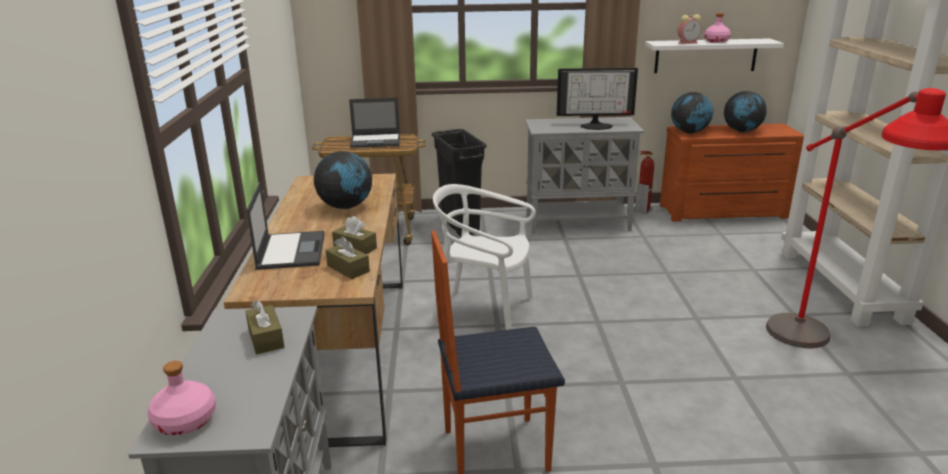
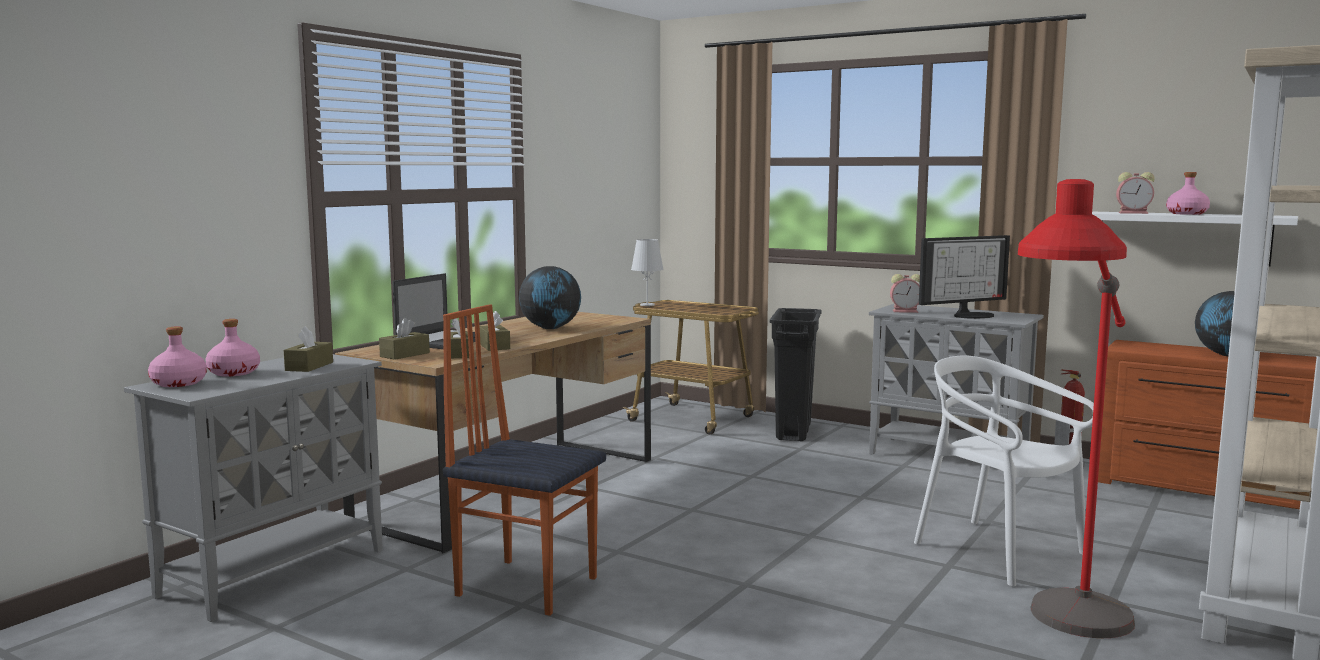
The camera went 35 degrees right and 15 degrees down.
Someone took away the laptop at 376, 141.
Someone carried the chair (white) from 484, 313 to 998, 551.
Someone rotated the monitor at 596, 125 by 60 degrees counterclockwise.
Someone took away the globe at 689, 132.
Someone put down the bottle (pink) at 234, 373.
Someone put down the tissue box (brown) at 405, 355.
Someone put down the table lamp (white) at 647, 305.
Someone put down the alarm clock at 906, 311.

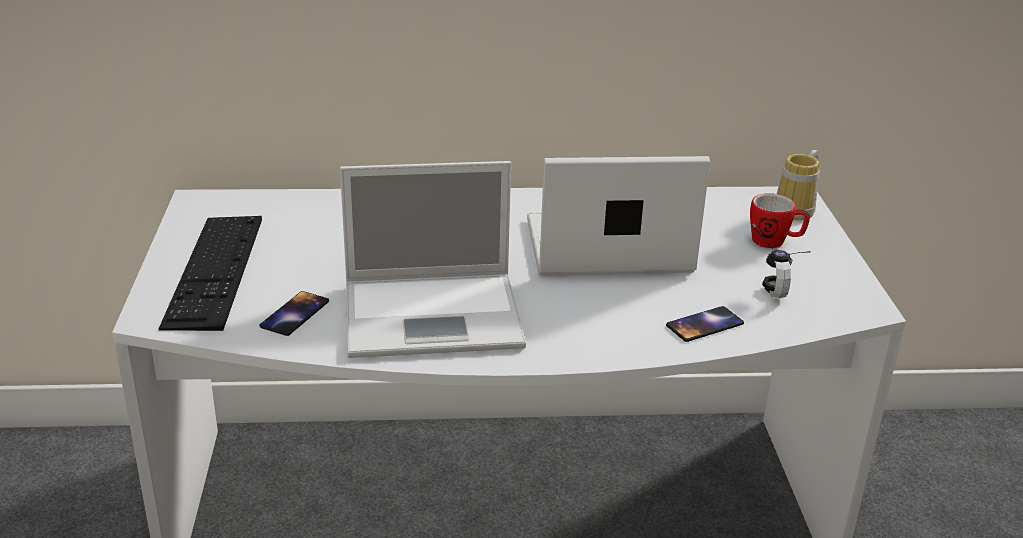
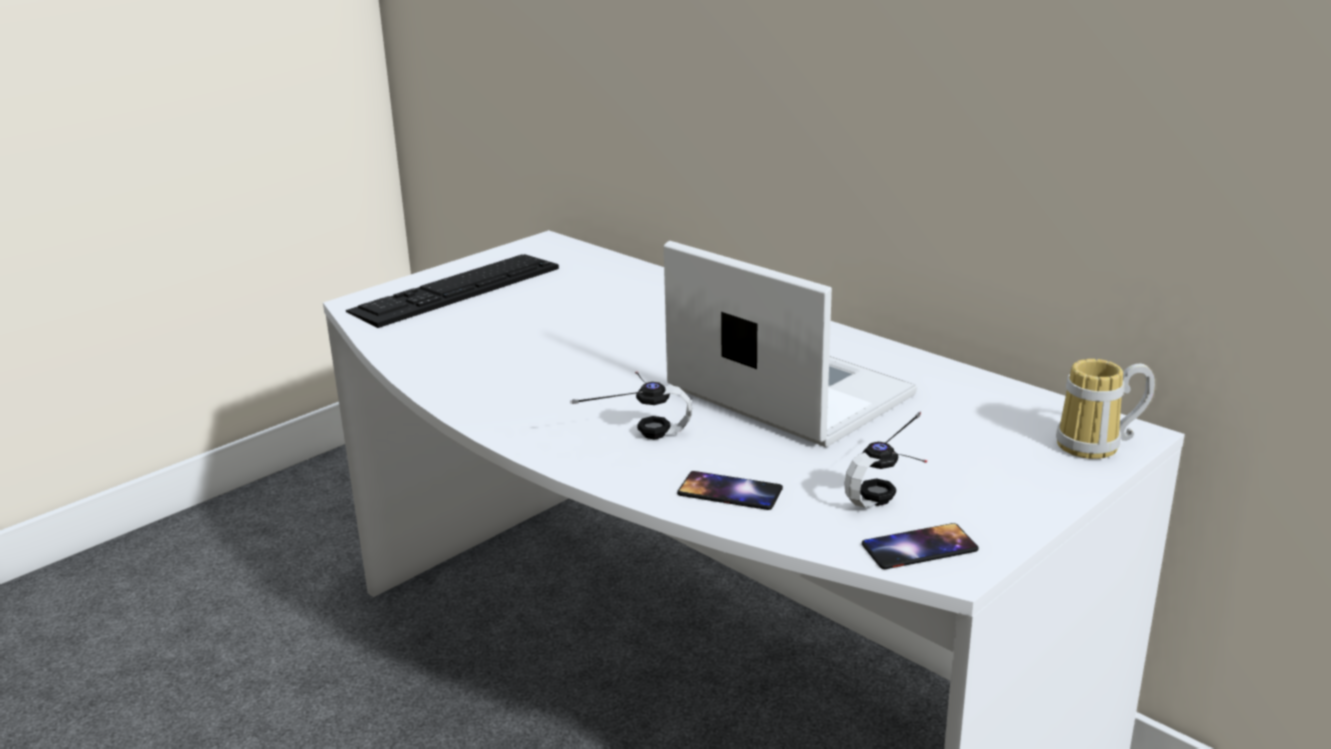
The camera went 50 degrees right and 5 degrees down.
Someone carried the phone from 294, 314 to 919, 547.
Someone took away the laptop at 436, 314.
Someone took away the mug at 775, 242.
Someone put down the headphones at 632, 431.

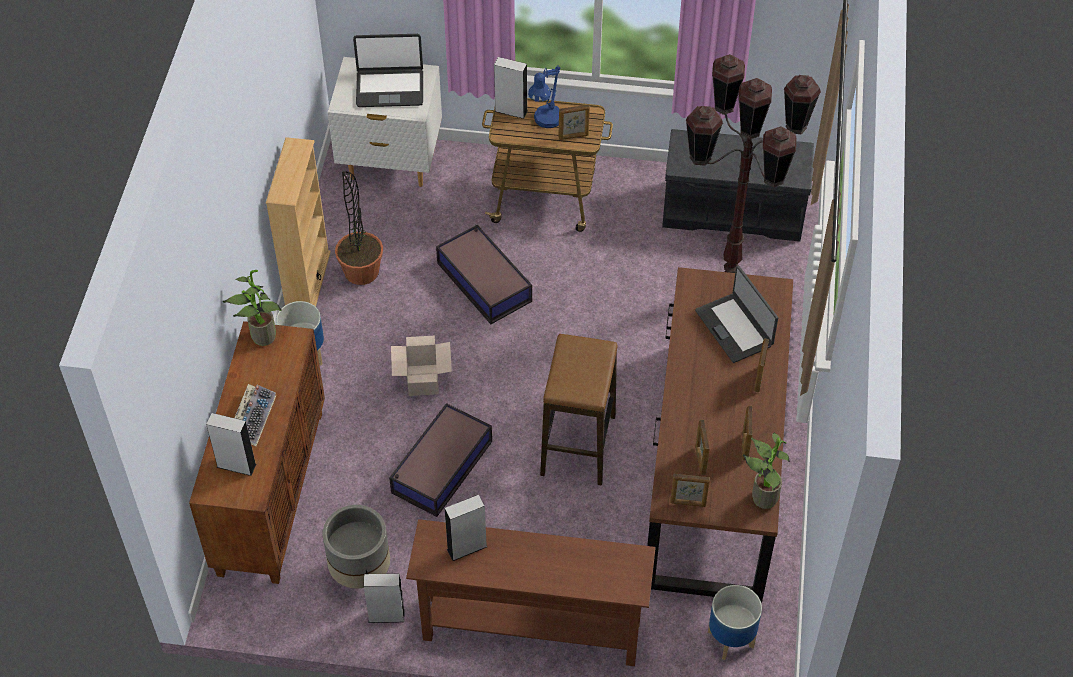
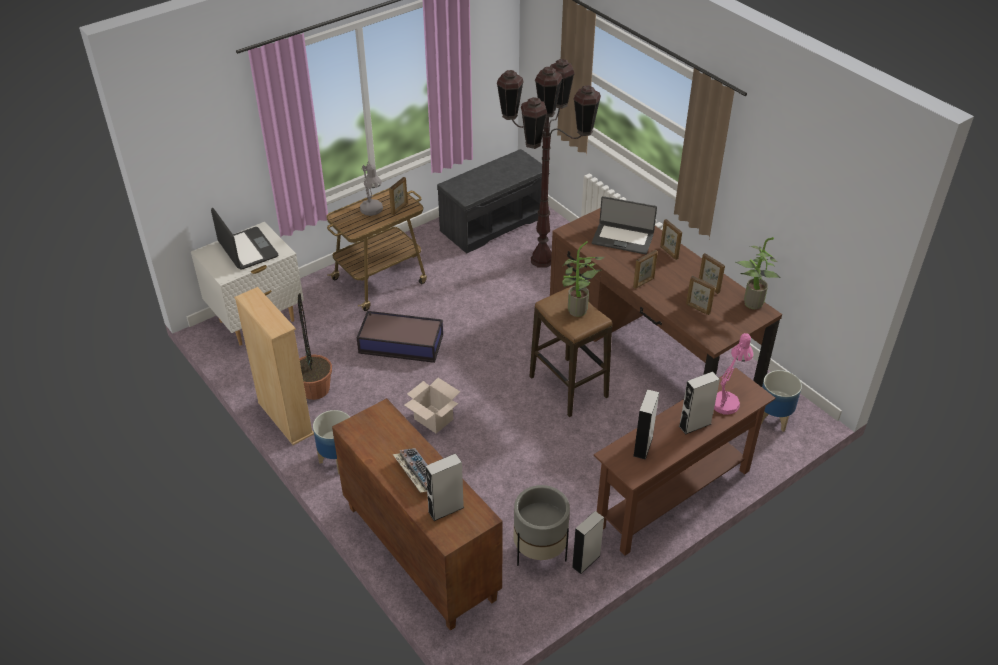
The camera went 45 degrees left and 10 degrees down.
Someone carried the potted plant from 260, 338 to 577, 312.
Someone rotated the laptop at 390, 88 by 75 degrees counterclockwise.
Someone took away the storage box at 440, 468.
Someone carried the speaker (grey) from 511, 111 to 695, 425.
Someone repainted the table lamp (blue) at 545, 122, which became the table lamp (grey) at 372, 211.
Someone carried the picture frame from 688, 503 to 644, 283.
Someone put down the table lamp (pink) at 727, 400.

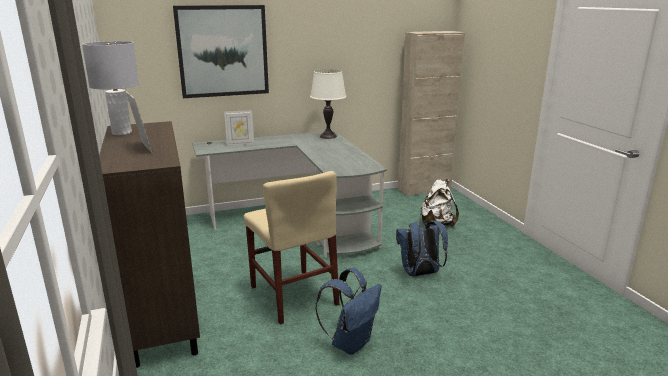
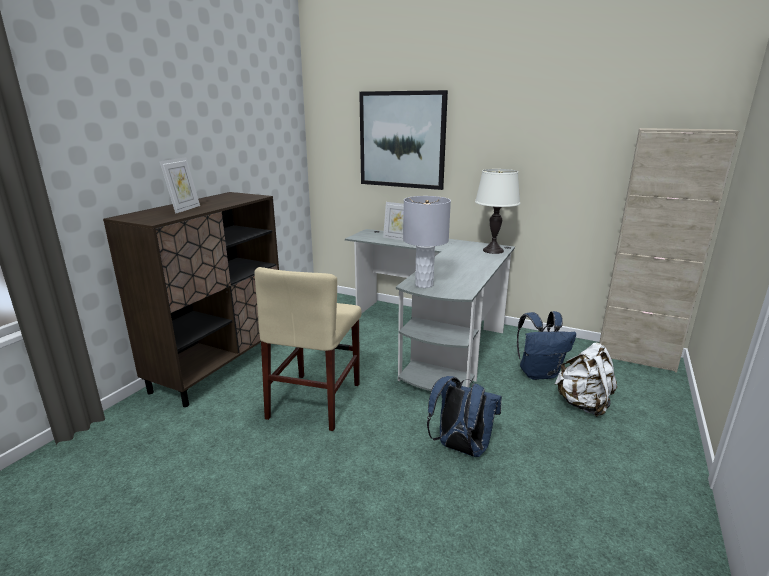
The camera went 45 degrees right and 0 degrees up.
Someone carried the table lamp (grey) from 122, 133 to 424, 285.
Someone carried the backpack (blue) from 351, 342 to 539, 373.

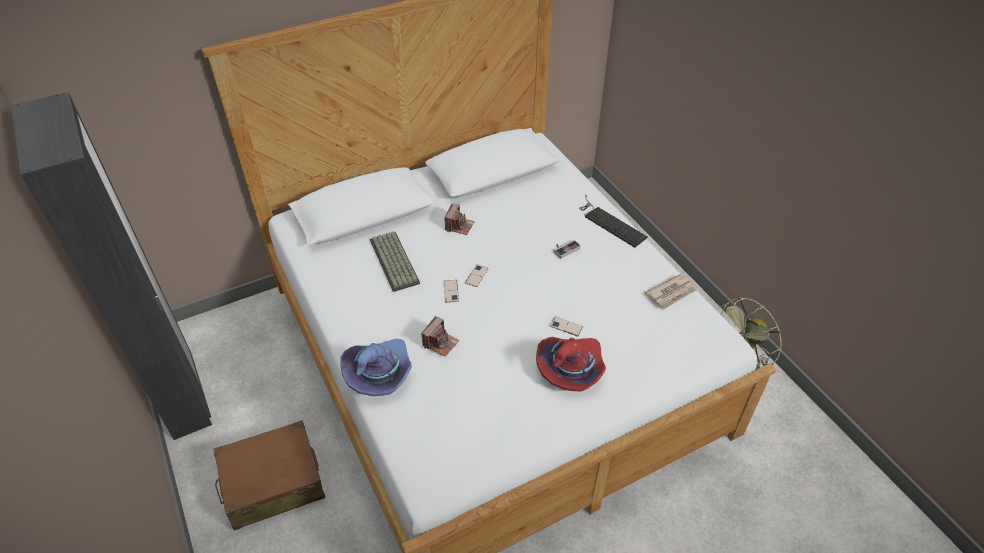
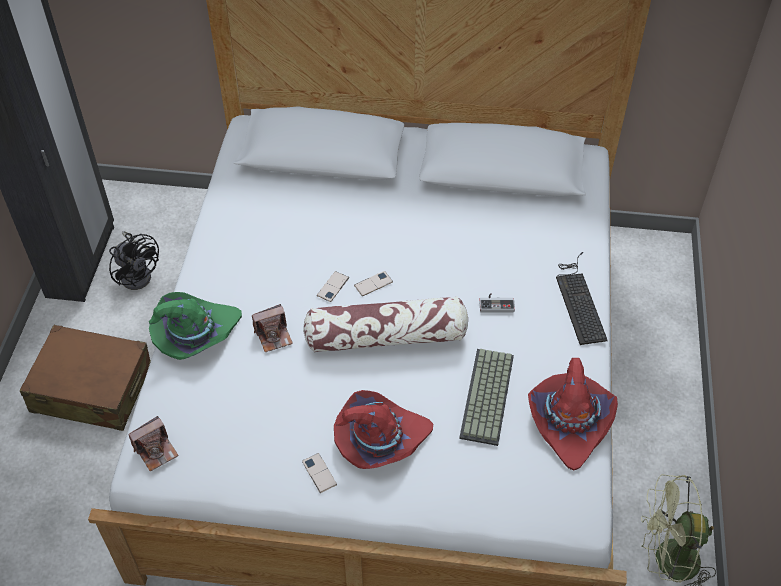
The camera went 35 degrees right and 5 degrees up.
Someone repainted the hat (purple) at 380, 373, which became the hat (green) at 194, 334.
Someone carried the keyboard from 396, 261 to 488, 398.
Someone carried the photo camera from 459, 226 to 156, 450.
Someone carried the phone from 566, 326 to 319, 473.
Someone swapped the newspaper at 671, 293 for the hat (red) at 570, 422.
Someone put down the fan (black) at 138, 273.
Someone put down the pillow at 386, 336.

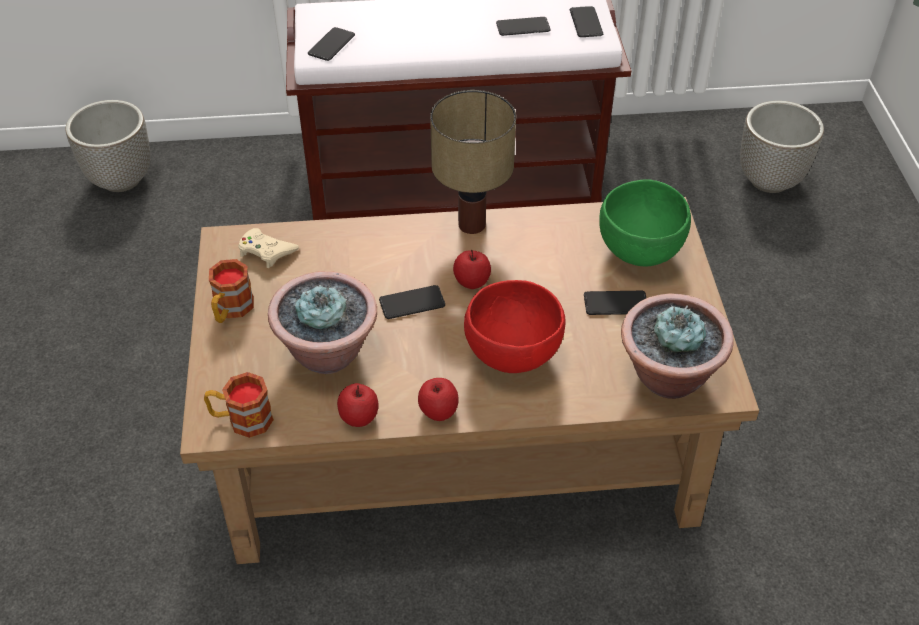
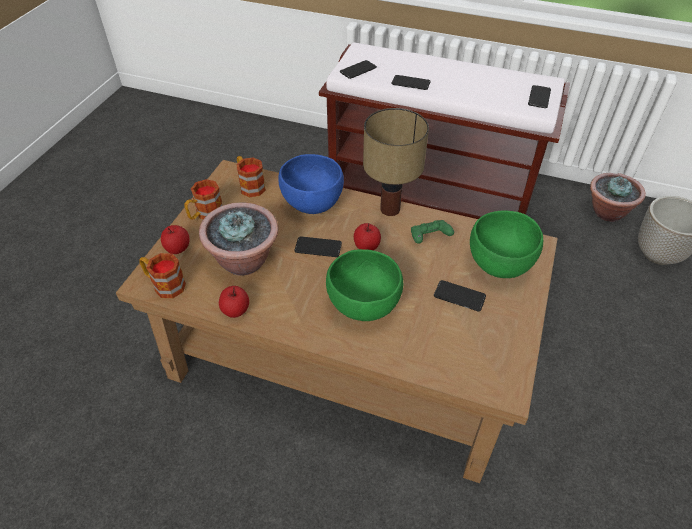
The camera went 25 degrees right and 0 degrees up.
Someone took away the planter at 122, 179.
Someone swapped the game controller (beige) at 266, 251 for the mug at 250, 185.
Someone carried the apple from 438, 411 to 177, 248.
Someone repainted the bowl (red) at 514, 355, which became the bowl (green) at 364, 306.
Someone carried the phone from 523, 27 to 410, 83.
Someone carried the potted plant from 667, 376 to 607, 212.
Someone put down the bowl (blue) at 313, 204.
Someone put down the game controller (green) at 429, 238.

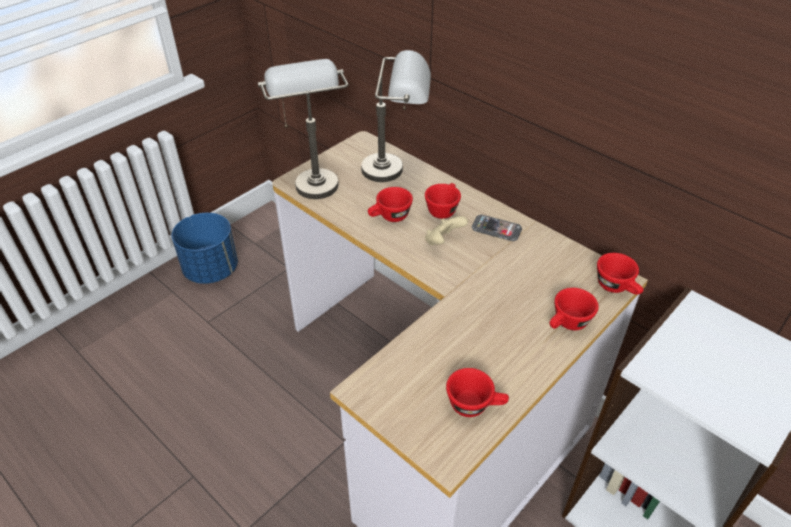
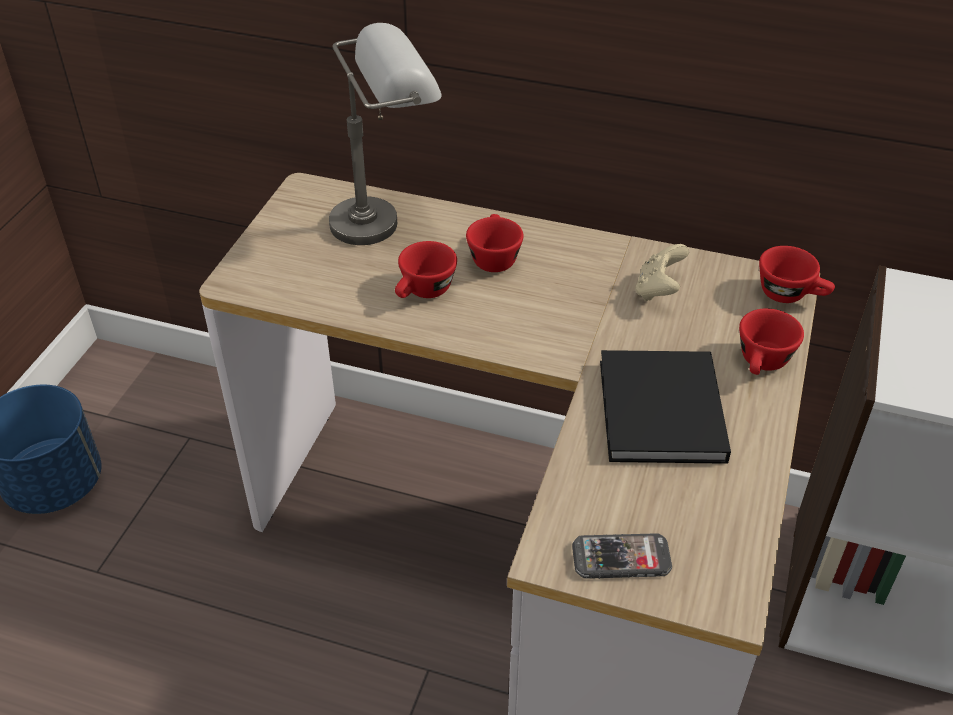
The camera went 25 degrees left and 0 degrees up.
Someone took away the table lamp (grey) at 312, 177.
Someone carried the game controller (beige) from 443, 241 to 658, 290.
Someone took away the cup (red) at 475, 405.
Someone carried the phone from 496, 229 to 621, 558.
Someone put down the book (black) at 661, 414.

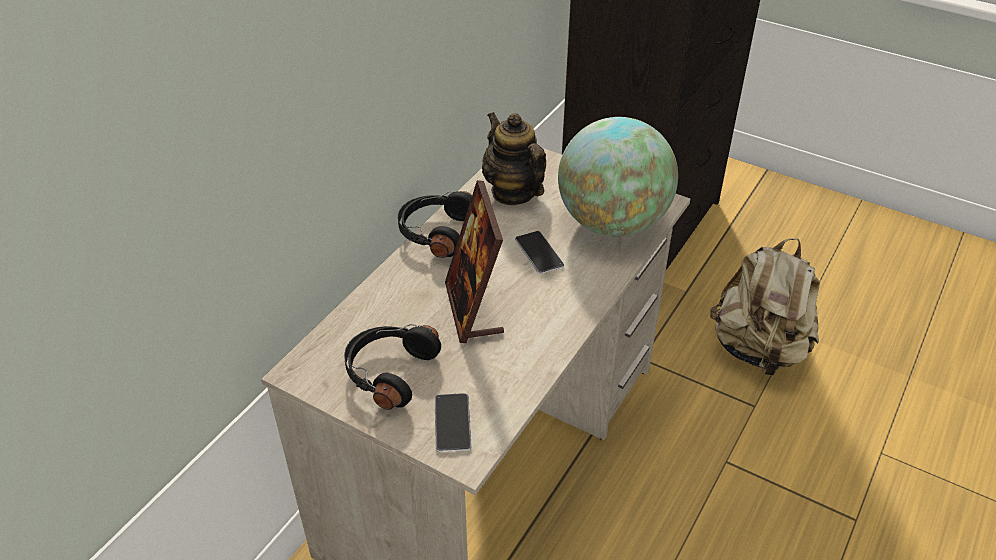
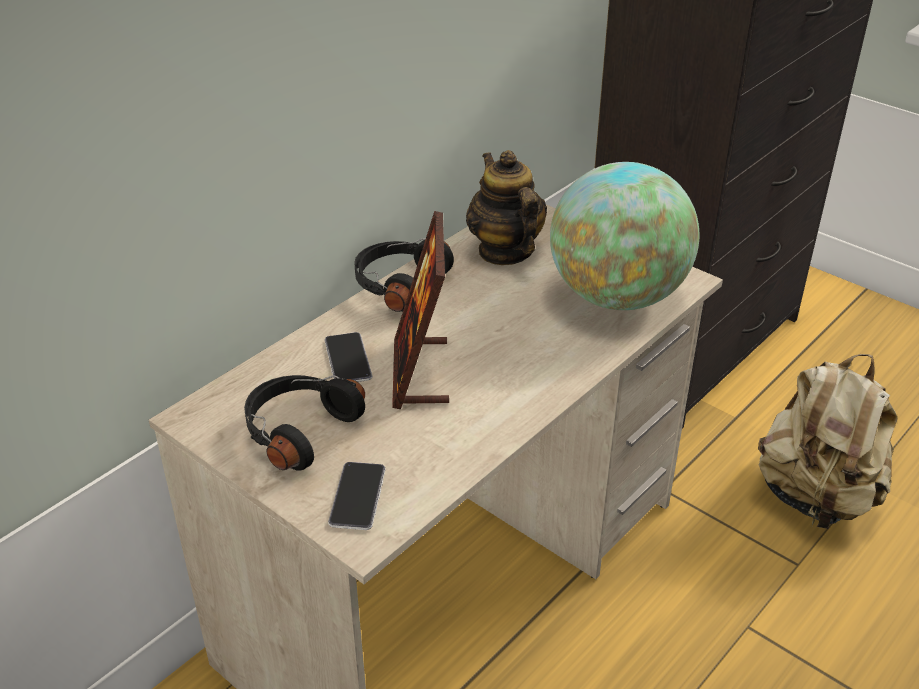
The camera went 10 degrees right and 5 degrees down.
Someone carried the phone from 538, 253 to 347, 359.

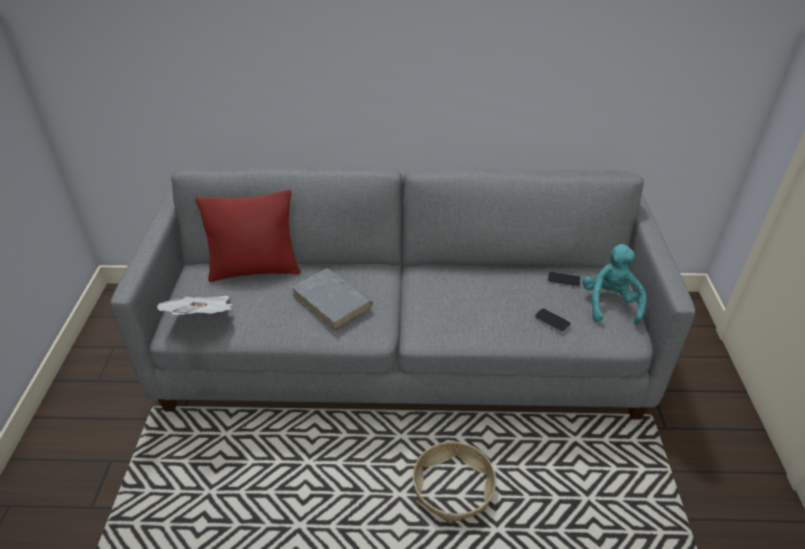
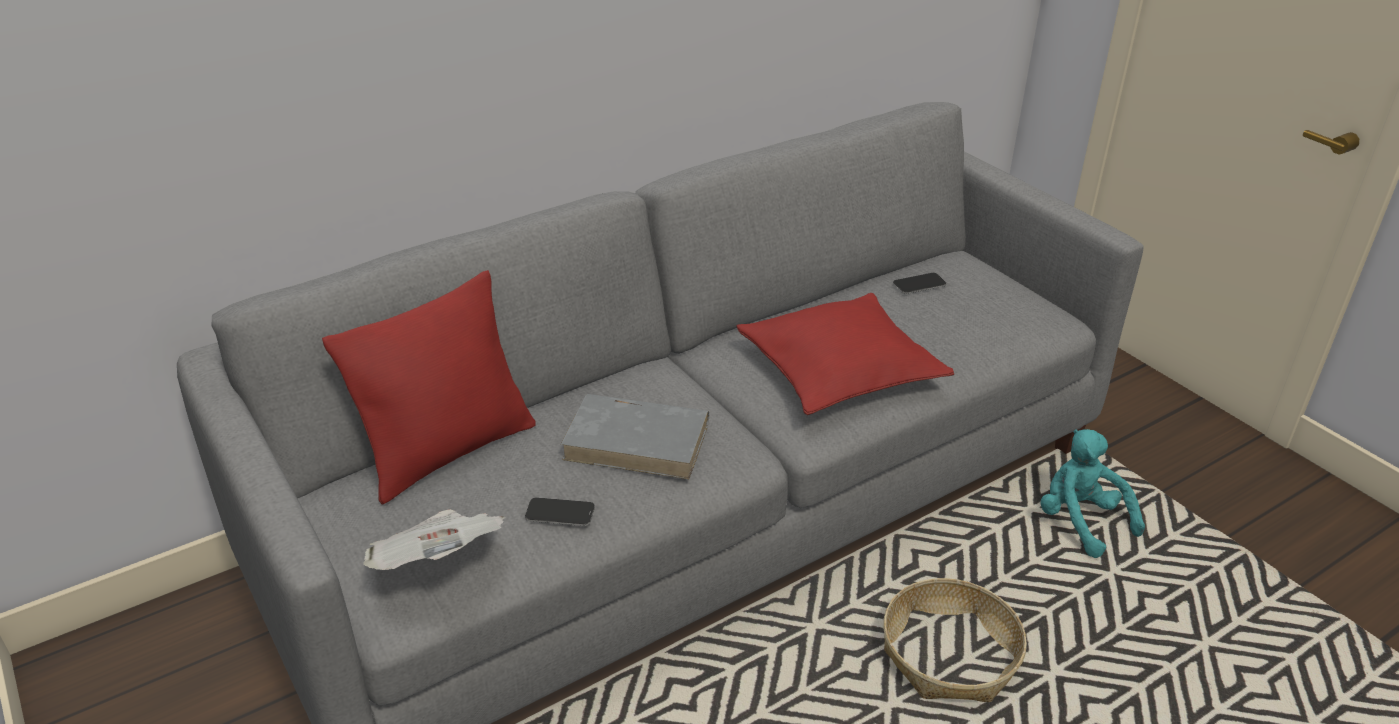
The camera went 35 degrees left and 5 degrees down.
Someone carried the phone from 552, 321 to 560, 513.
Someone carried the plush toy (turquoise) from 609, 304 to 1080, 521.
Someone put down the pillow (red) at 840, 370.

